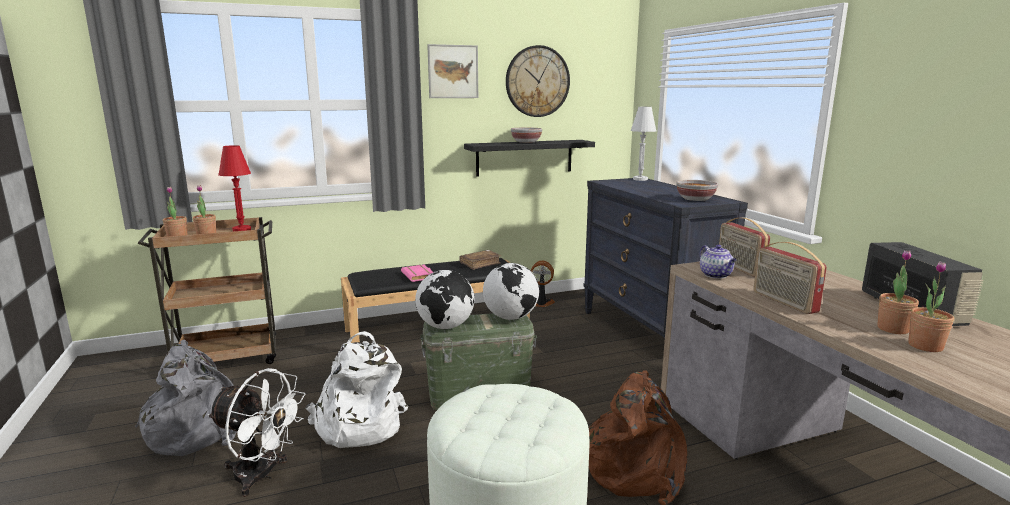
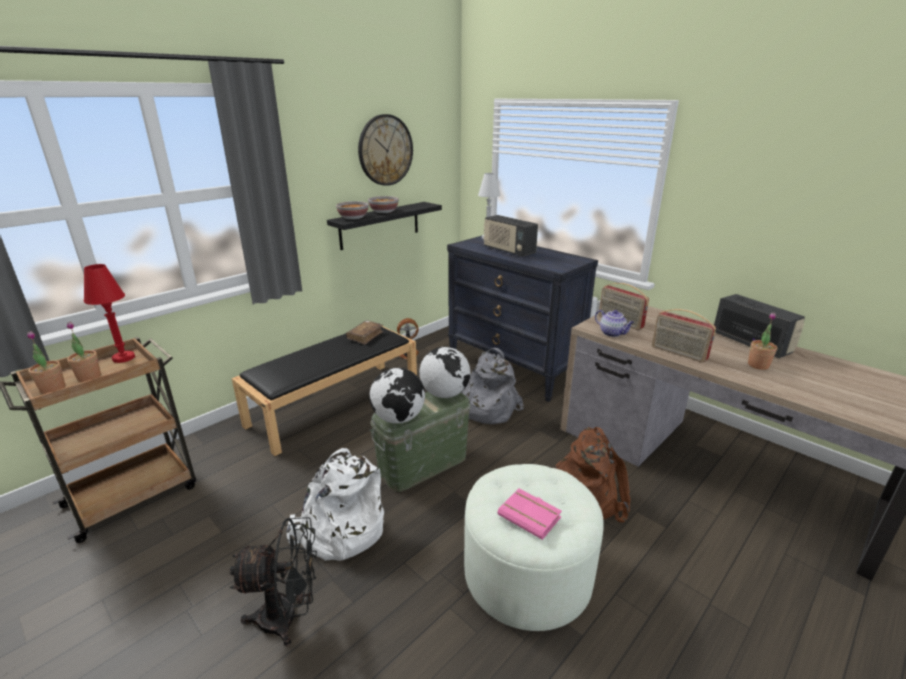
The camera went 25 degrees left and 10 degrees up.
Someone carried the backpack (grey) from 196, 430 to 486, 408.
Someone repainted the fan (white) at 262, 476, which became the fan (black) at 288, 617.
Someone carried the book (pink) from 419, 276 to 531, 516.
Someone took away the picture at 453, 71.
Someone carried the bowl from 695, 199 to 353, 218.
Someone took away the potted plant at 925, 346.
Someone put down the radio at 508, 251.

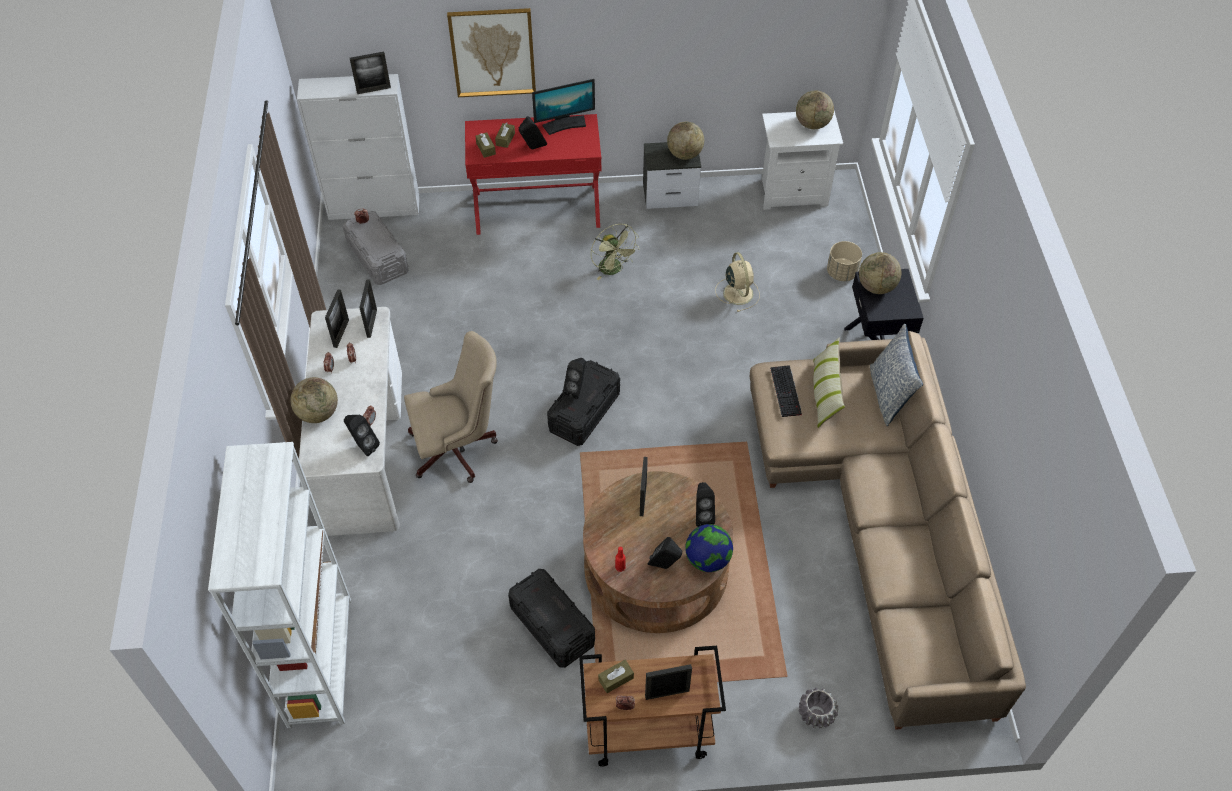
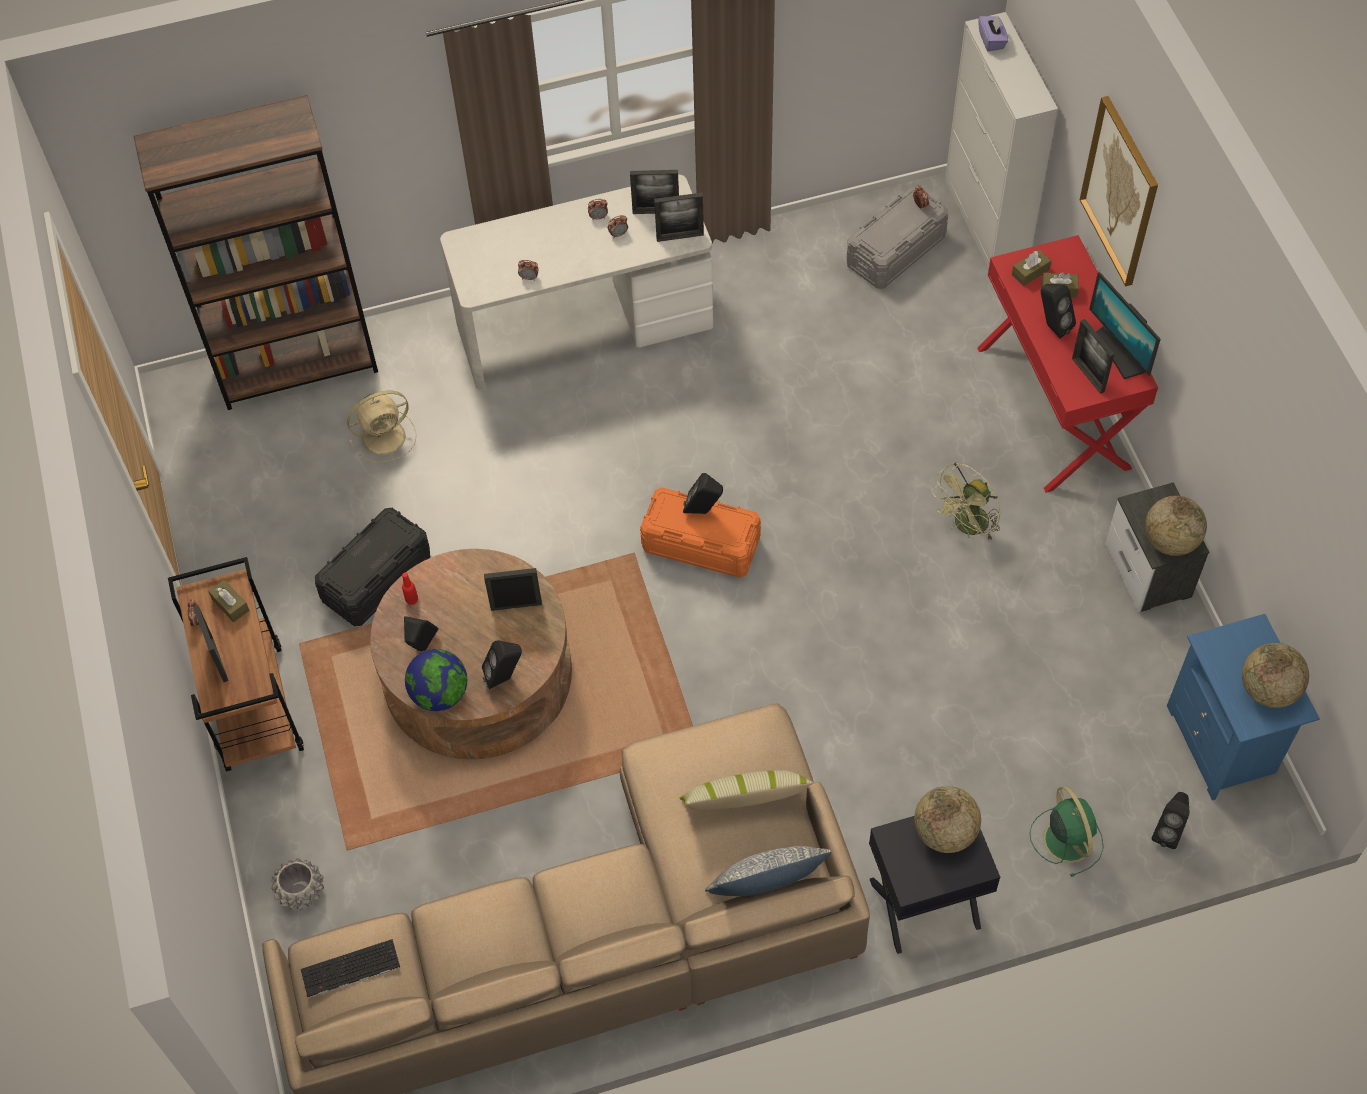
The camera went 80 degrees right and 5 degrees up.
Someone repainted the bookcase (white) at 320, 661, which became the bookcase (brown) at 298, 366.
Someone took away the globe at 318, 413.
Someone carried the speaker (black) from 363, 446 to 1168, 831.
Someone carried the picture frame from 373, 90 to 1088, 375.
Someone took away the office chair (beige) at 458, 449.
Someone repainted the storage box (black) at 584, 412, which became the storage box (orange) at 700, 544.
Someone carried the fan (beige) from 737, 292 to 386, 436.
Someone repainted the nightstand (white) at 792, 192, which became the nightstand (blue) at 1223, 743.
Someone carried the keyboard from 786, 391 to 349, 970.
Someone swapped the planter (beige) at 841, 273 for the fan (green) at 1066, 838.
Someone put down the tissue box (purple) at 992, 40.

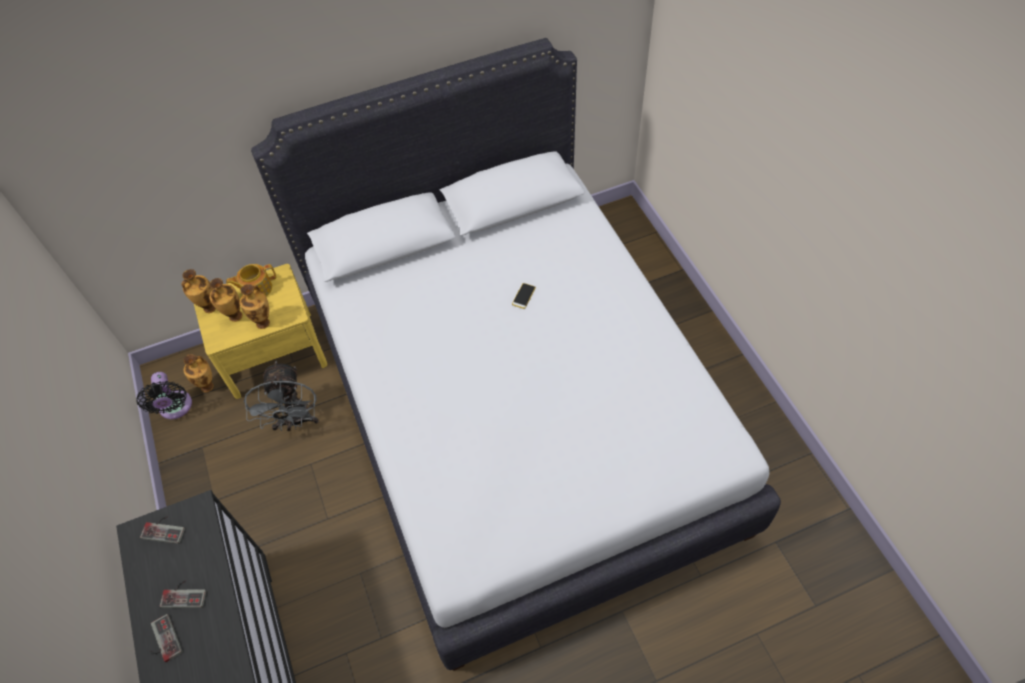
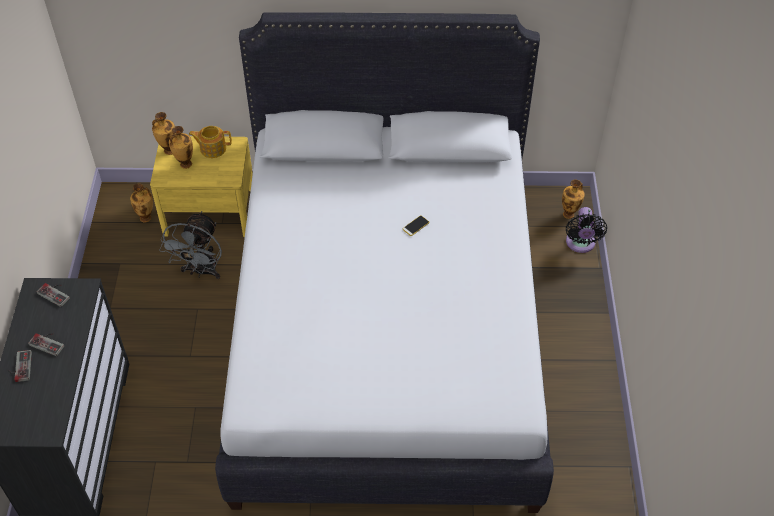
The camera went 20 degrees right and 5 degrees down.
Someone carried the fan (black) from 175, 408 to 580, 244.
Someone carried the vase from 264, 322 to 569, 214.

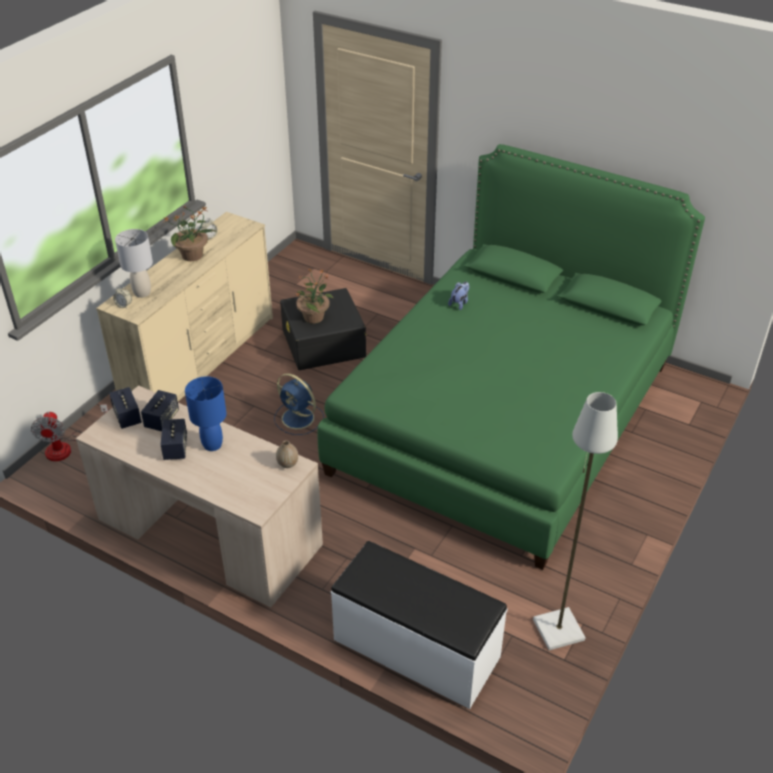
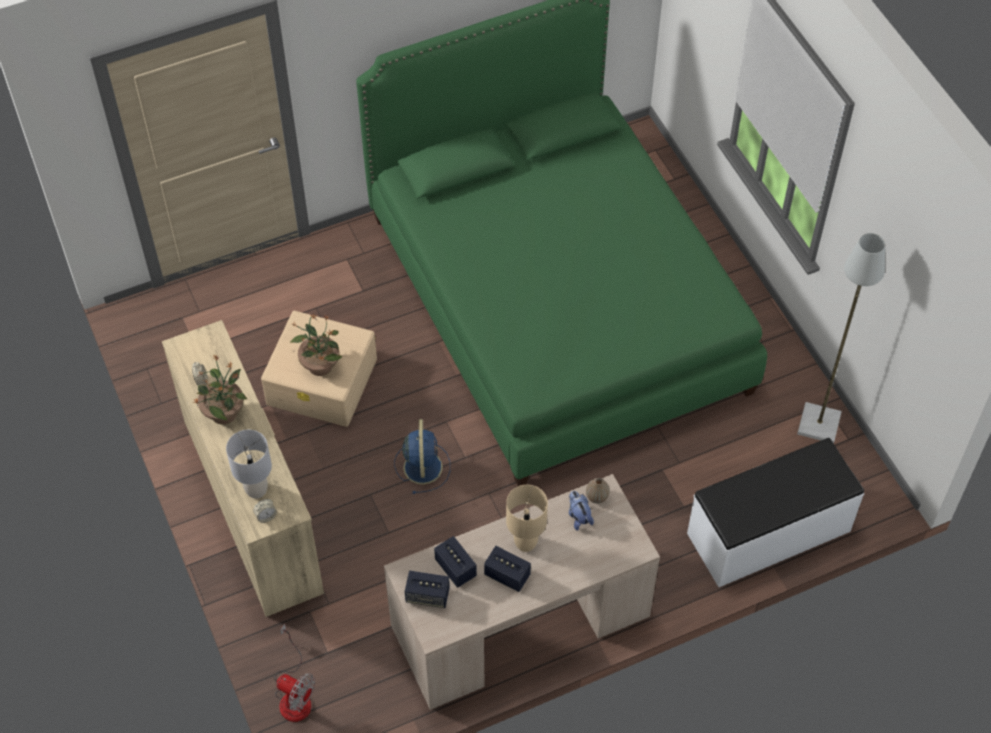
The camera went 55 degrees left and 15 degrees up.
Someone repainted the table lamp (blue) at 212, 444, which became the table lamp (beige) at 525, 543.
Someone rotated the fan (blue) at 299, 419 by 75 degrees counterclockwise.
Someone repainted the storage box (black) at 323, 343, which became the storage box (beige) at 322, 381.
Someone carried the plush toy from 459, 303 to 578, 516.

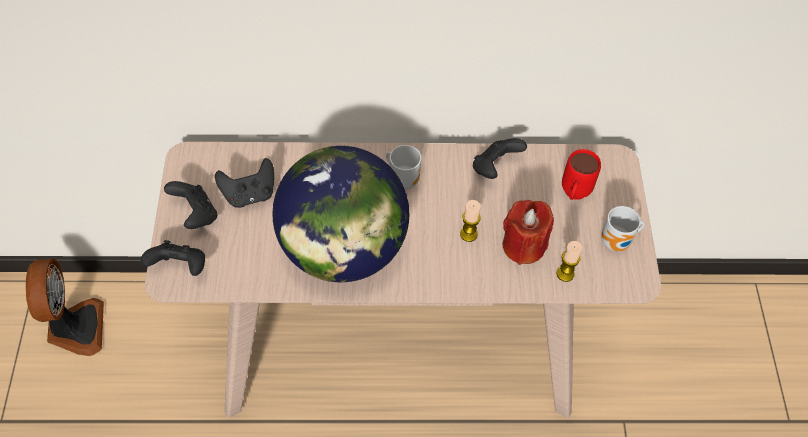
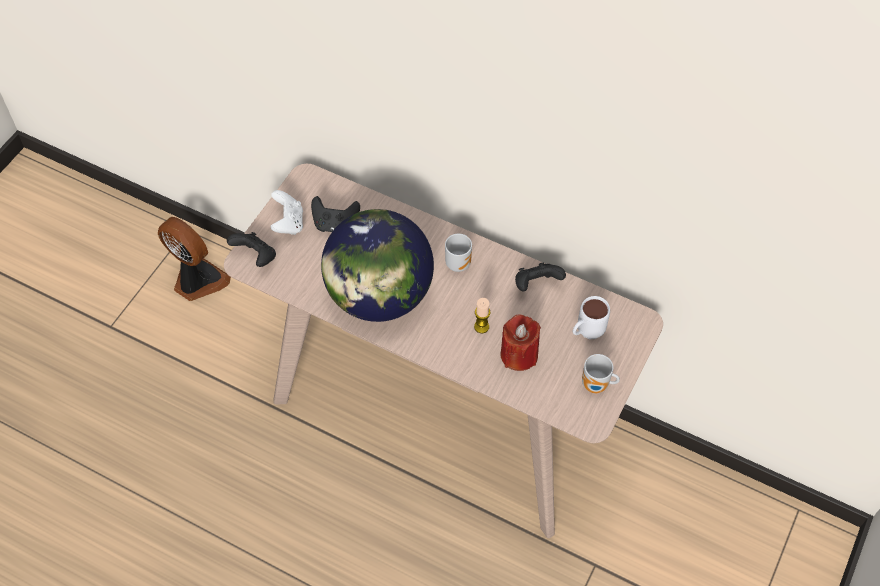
The camera went 30 degrees right and 0 degrees up.
Someone rotated the fan at 75, 328 by 75 degrees counterclockwise.
Someone repainted the game controller (black) at 196, 215, which became the game controller (white) at 288, 223.
Someone took away the candle at 565, 274.
Someone repainted the mug (red) at 573, 195, which became the mug (white) at 586, 334.

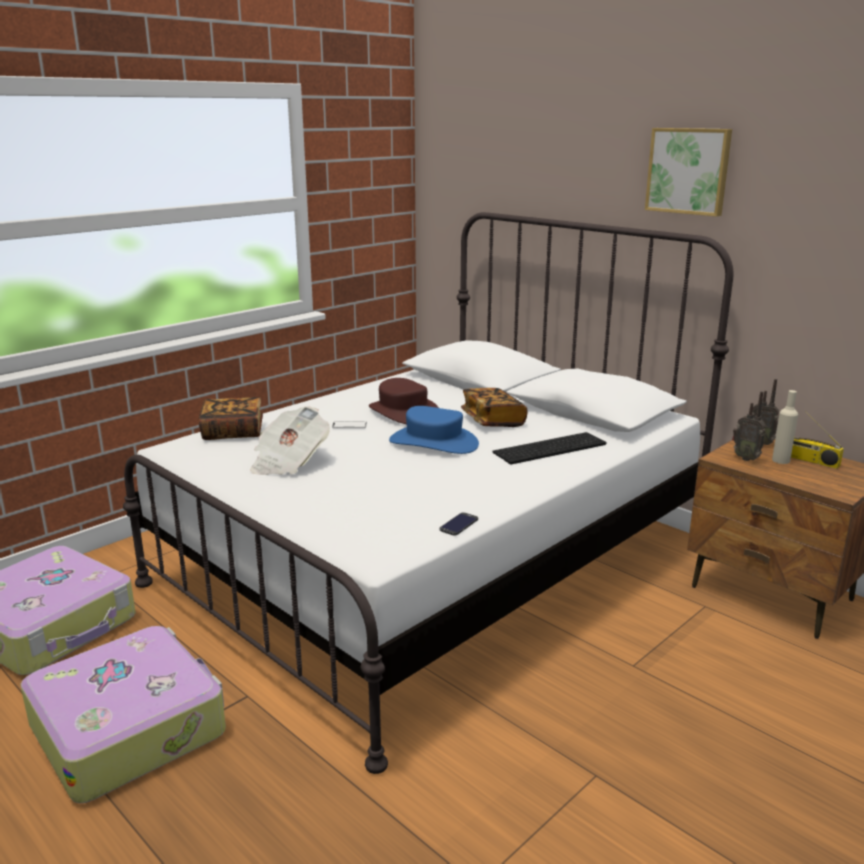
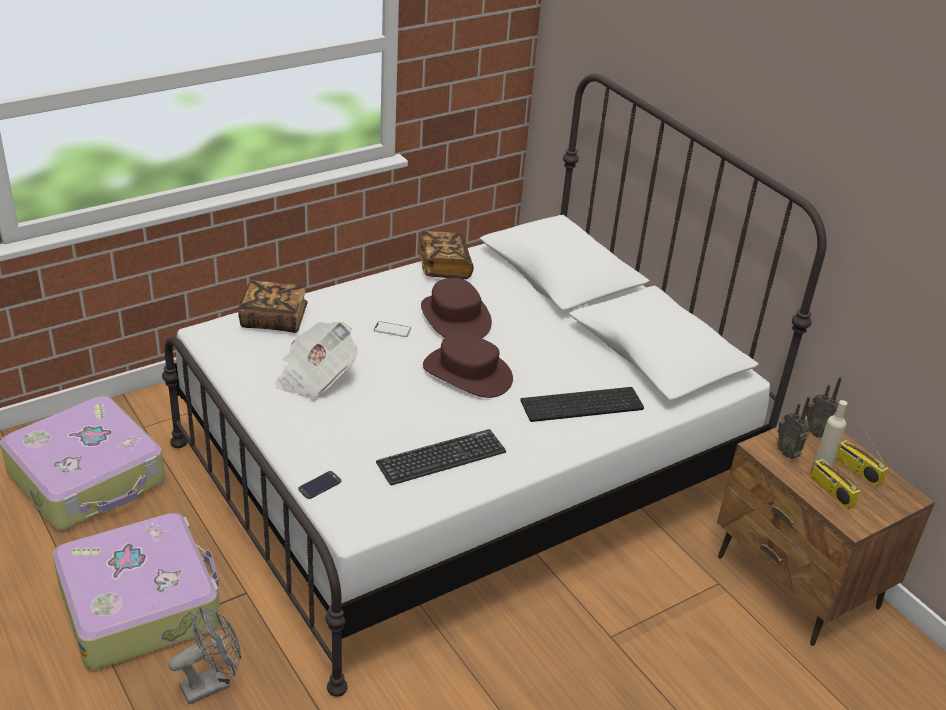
The camera went 10 degrees right and 15 degrees up.
Someone repainted the hat (blue) at 434, 442, which became the hat (brown) at 467, 373.
Someone carried the phone from 459, 524 to 320, 485.
Someone carried the book from 492, 421 to 444, 267.
Someone took away the picture at 689, 171.
Someone put down the fan (grey) at 212, 683.
Someone put down the keyboard at 441, 457.
Someone put down the radio at 830, 491.

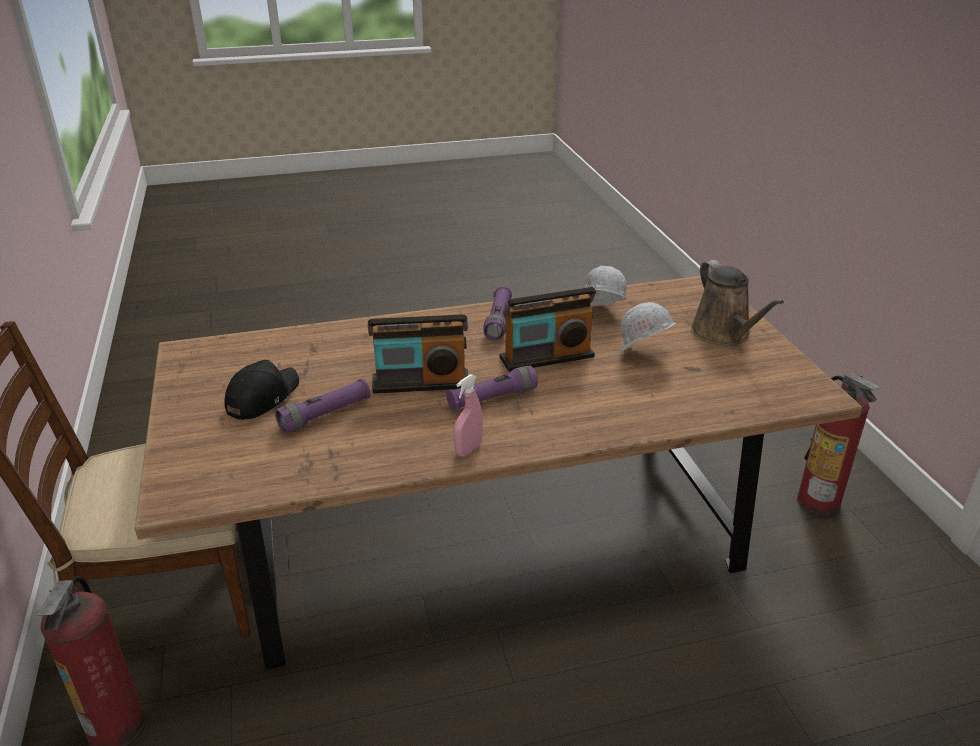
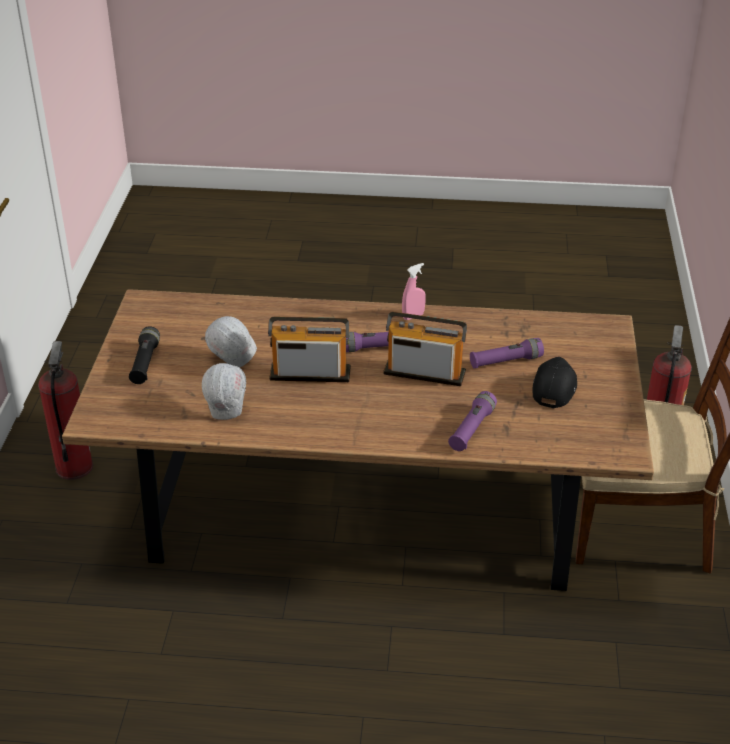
The camera went 160 degrees left and 5 degrees up.
Someone rotated the cap (black) at 262, 397 by 150 degrees clockwise.
Someone carried the flashlight (purple) from 498, 321 to 472, 429.
Someone swapped the watering can (brown) at 724, 334 for the flashlight (black) at 145, 363.

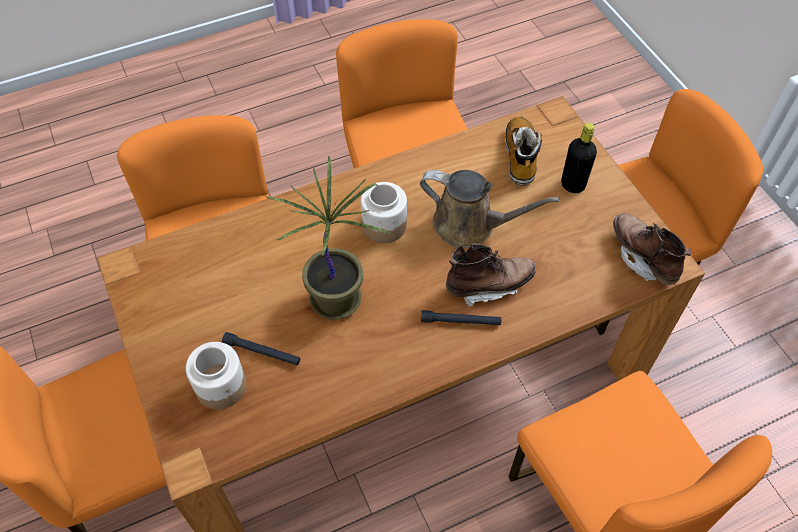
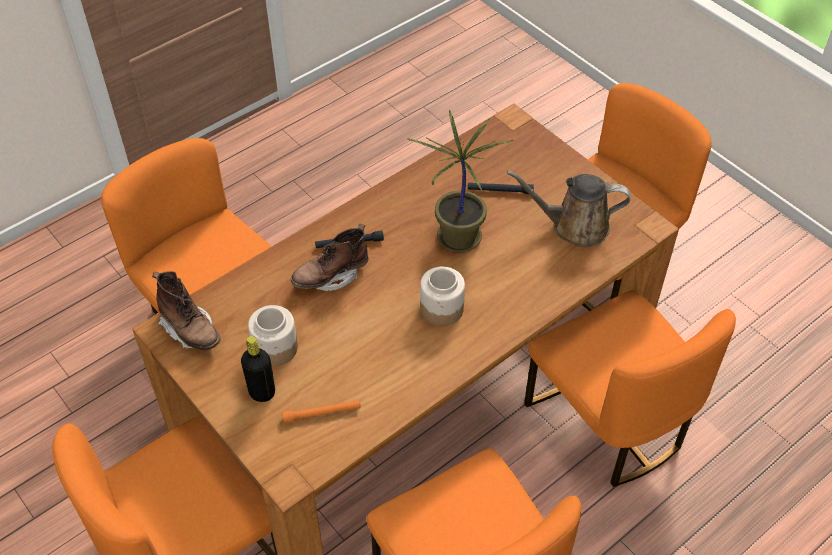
The camera went 165 degrees right and 5 degrees down.
Someone carried the jar from 221, 386 to 274, 348.
Someone carried the watering can (brown) from 470, 225 to 574, 226.
Someone swapped the boot at 520, 157 for the flashlight (orange) at 322, 413.

